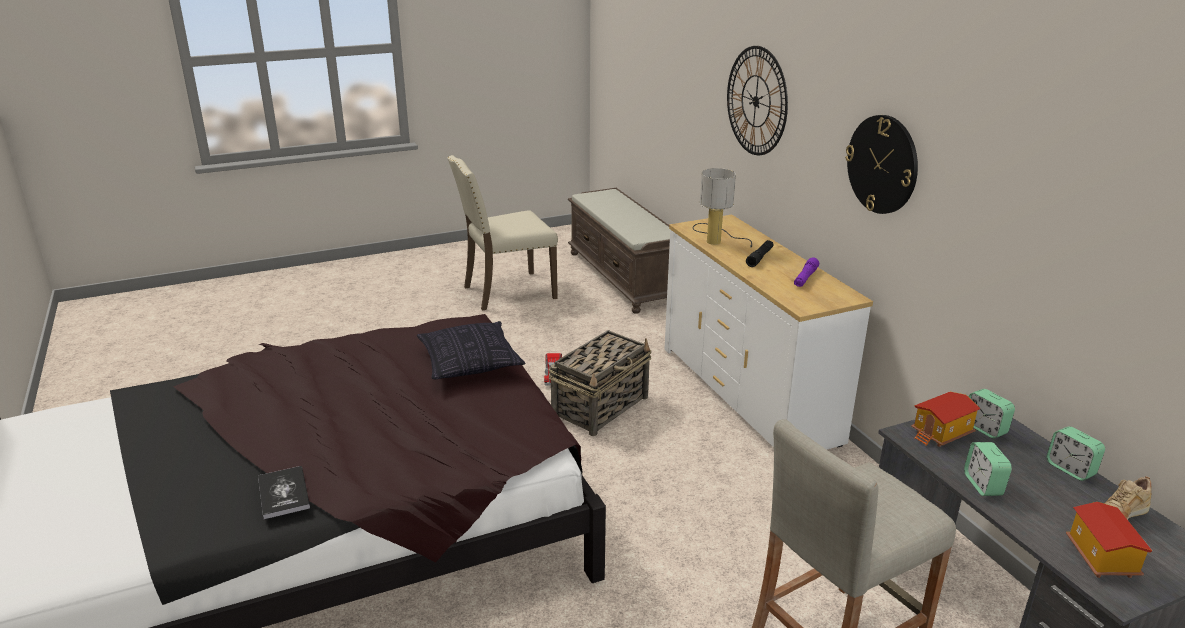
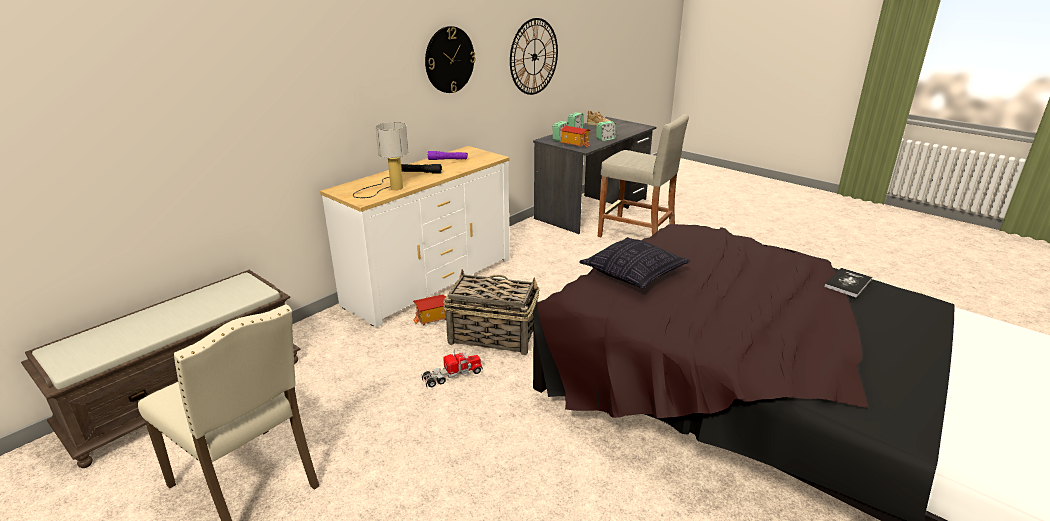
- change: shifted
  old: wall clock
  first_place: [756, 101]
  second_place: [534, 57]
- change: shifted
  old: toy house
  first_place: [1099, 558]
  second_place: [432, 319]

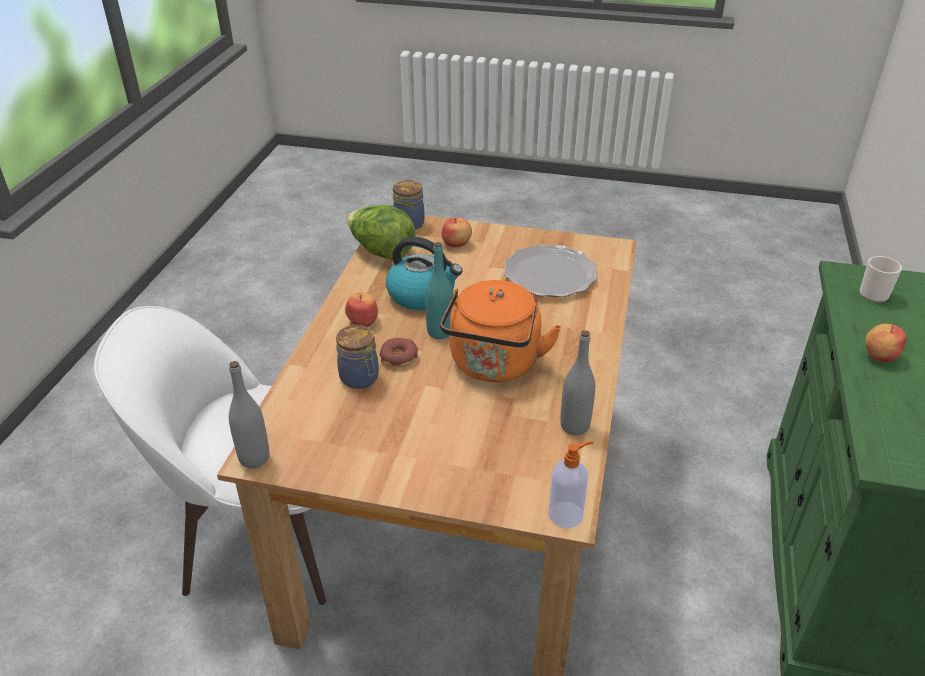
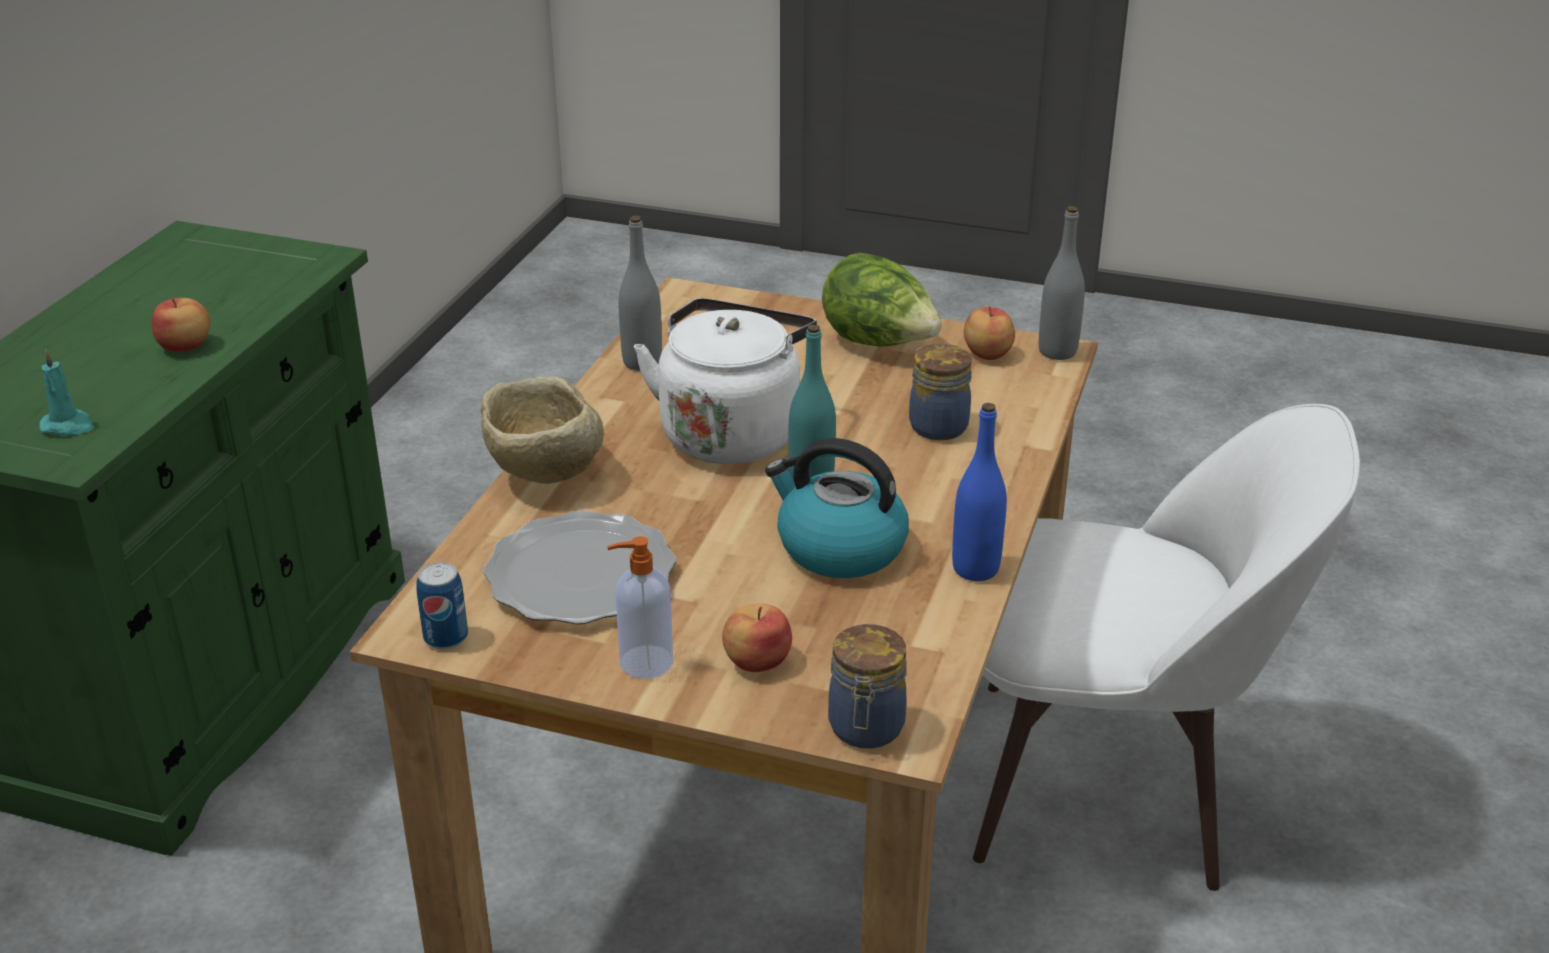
- change: shifted
  old: apple
  first_place: [363, 321]
  second_place: [986, 354]
- change: shifted
  old: lettuce
  first_place: [381, 252]
  second_place: [879, 343]
- change: gone
  old: donut
  first_place: [399, 357]
- change: repainted
  old: orange kettle
  new: white kettle
  first_place: [494, 365]
  second_place: [731, 432]
- change: shifted
  old: soap dispenser
  first_place: [567, 514]
  second_place: [644, 663]
- change: swapped
  old: mug
  new: turquoise candle
  first_place: [873, 292]
  second_place: [68, 426]
- change: new
  new: can
  second_place: [446, 637]
- change: new
  new: beige bowl
  second_place: [544, 474]
- change: new
  new: blue bottle
  second_place: [975, 569]

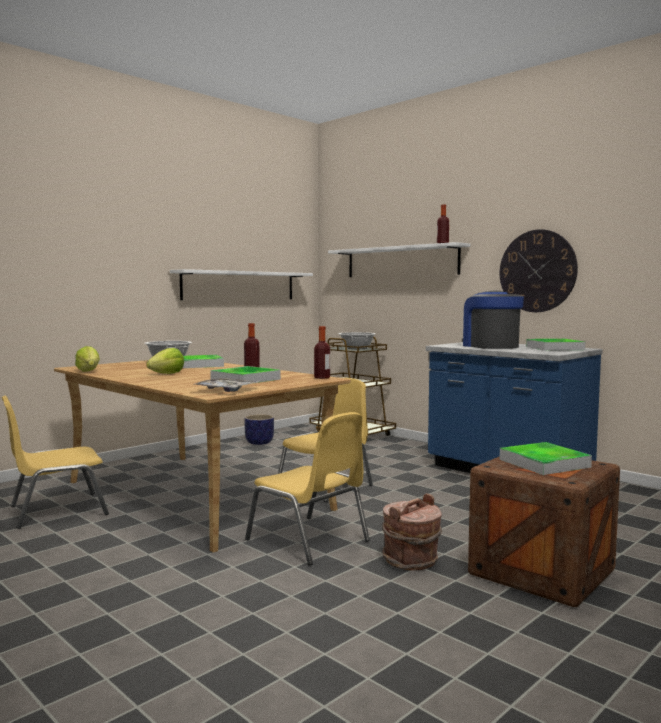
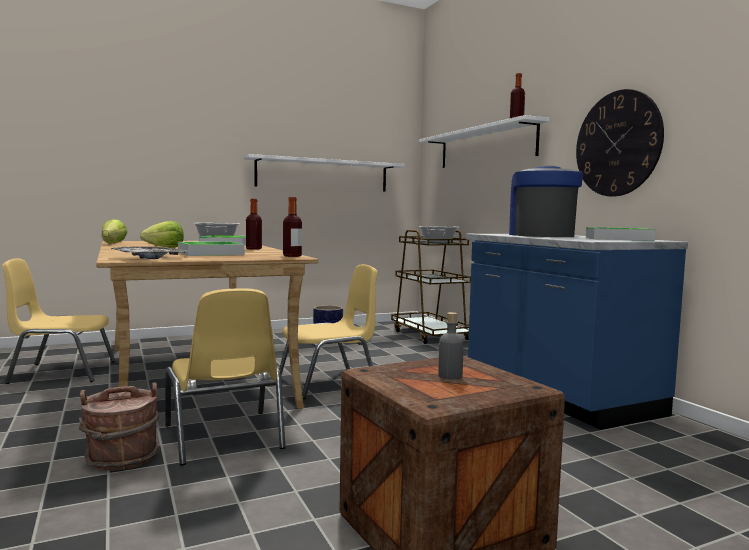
- change: shifted
  old: brown bucket
  first_place: [411, 560]
  second_place: [121, 458]
- change: swapped
  old: tray
  new: grey bottle
  first_place: [544, 463]
  second_place: [450, 376]

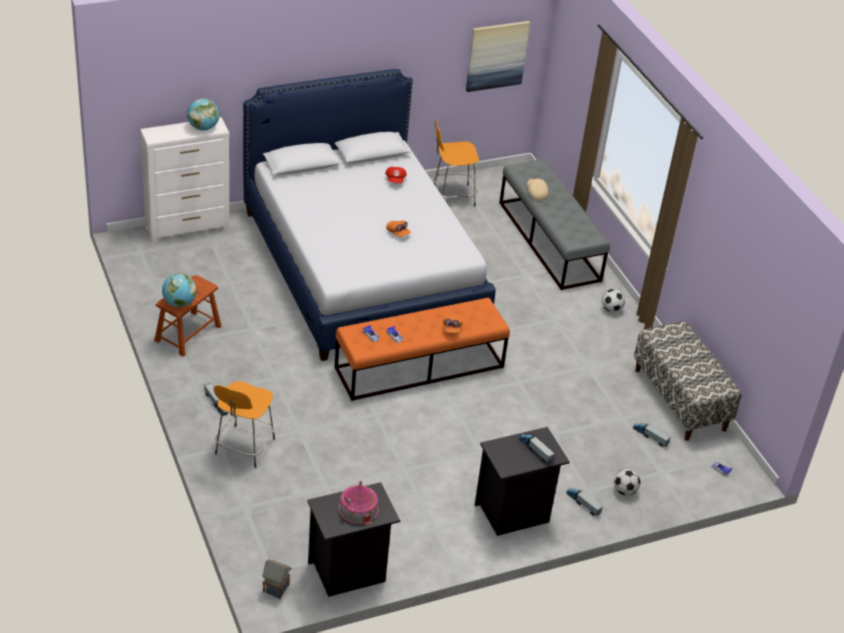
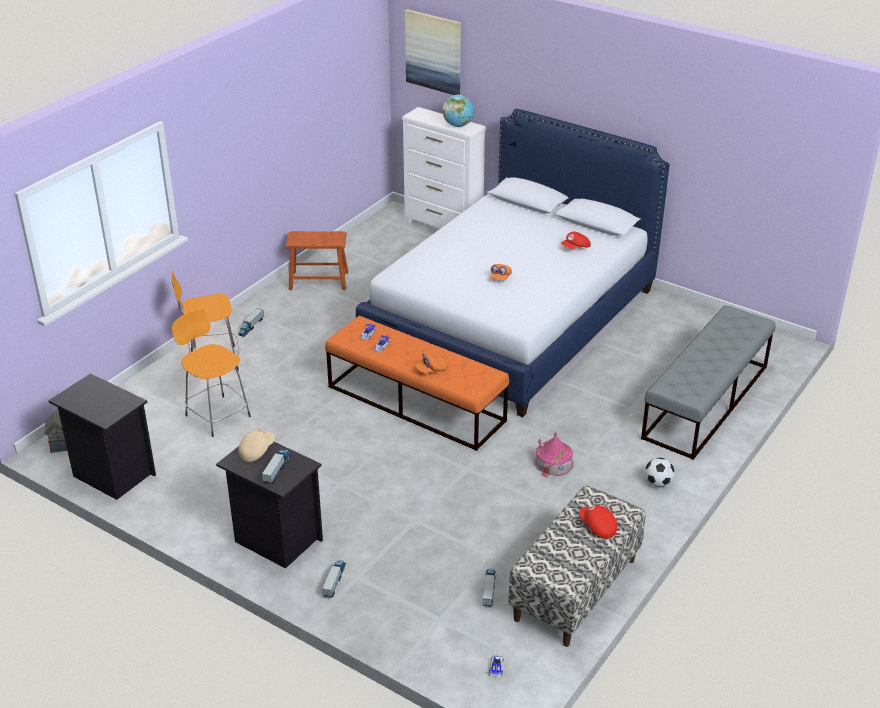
- change: gone
  old: globe
  first_place: [179, 303]
- change: shifted
  old: toy house
  first_place: [358, 508]
  second_place: [553, 463]
- change: shifted
  old: orange stool
  first_place: [452, 196]
  second_place: [216, 415]
- change: shifted
  old: picture
  first_place: [496, 55]
  second_place: [434, 52]
- change: shifted
  old: beige cap
  first_place: [536, 193]
  second_place: [256, 450]
- change: gone
  old: football
  first_place: [624, 491]
- change: new
  new: red cap
  second_place: [597, 527]

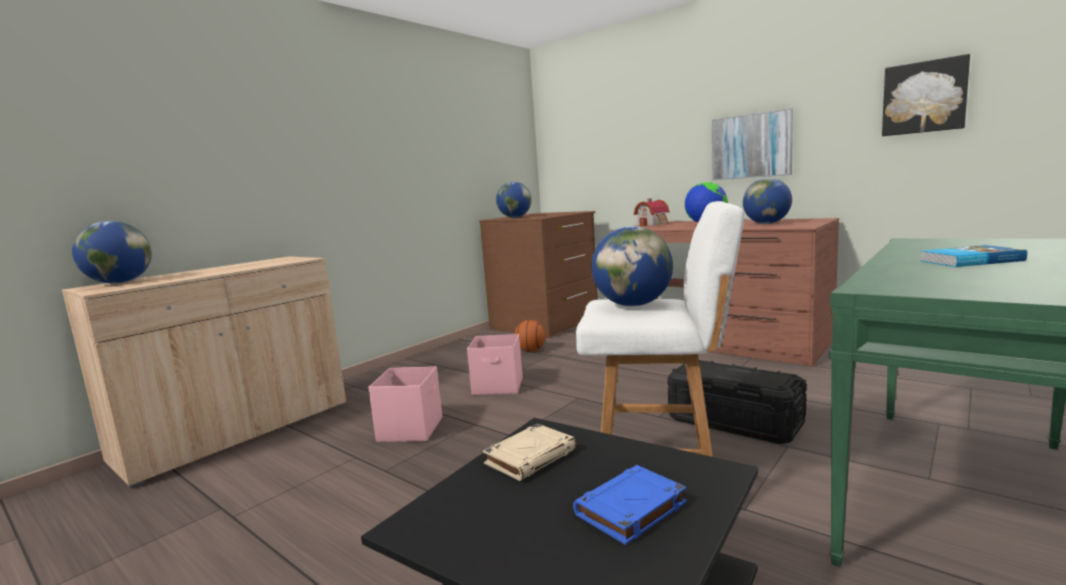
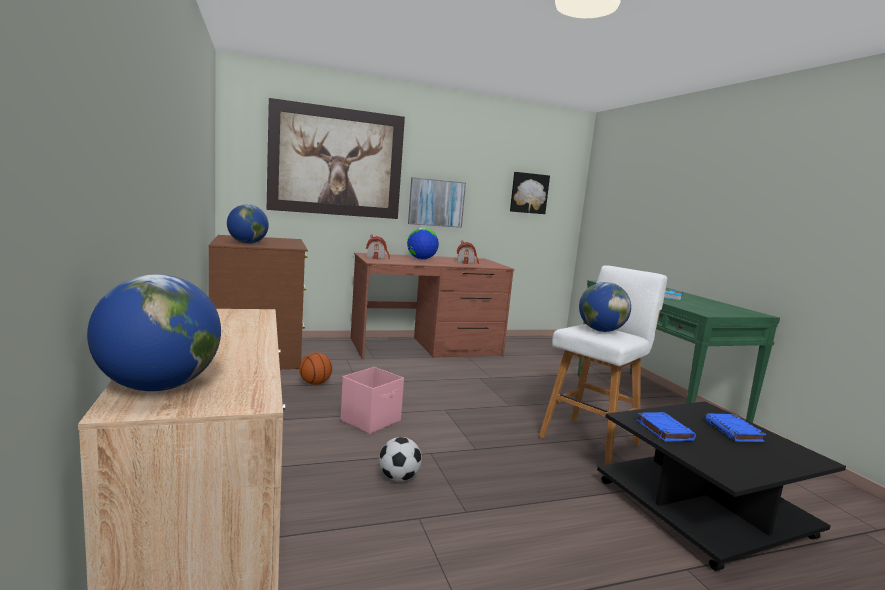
- change: swapped
  old: pink storage box
  new: football
  first_place: [411, 429]
  second_place: [398, 478]
- change: repainted
  old: beige book
  new: blue book
  first_place: [531, 456]
  second_place: [663, 430]
- change: gone
  old: black storage box
  first_place: [734, 421]
- change: swapped
  old: globe
  new: toy house
  first_place: [766, 223]
  second_place: [467, 262]
- change: new
  new: picture
  second_place: [336, 162]

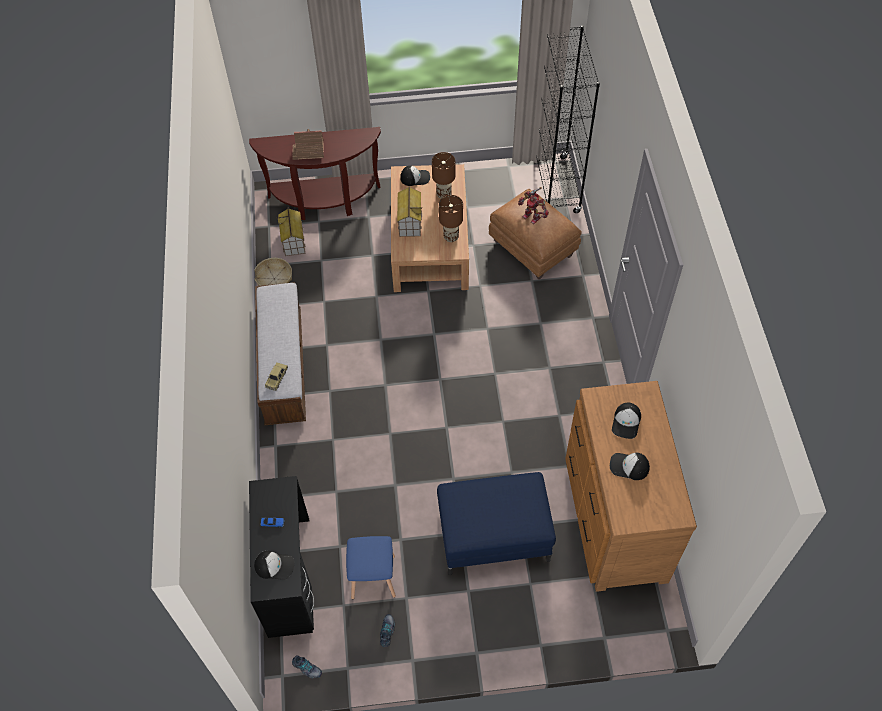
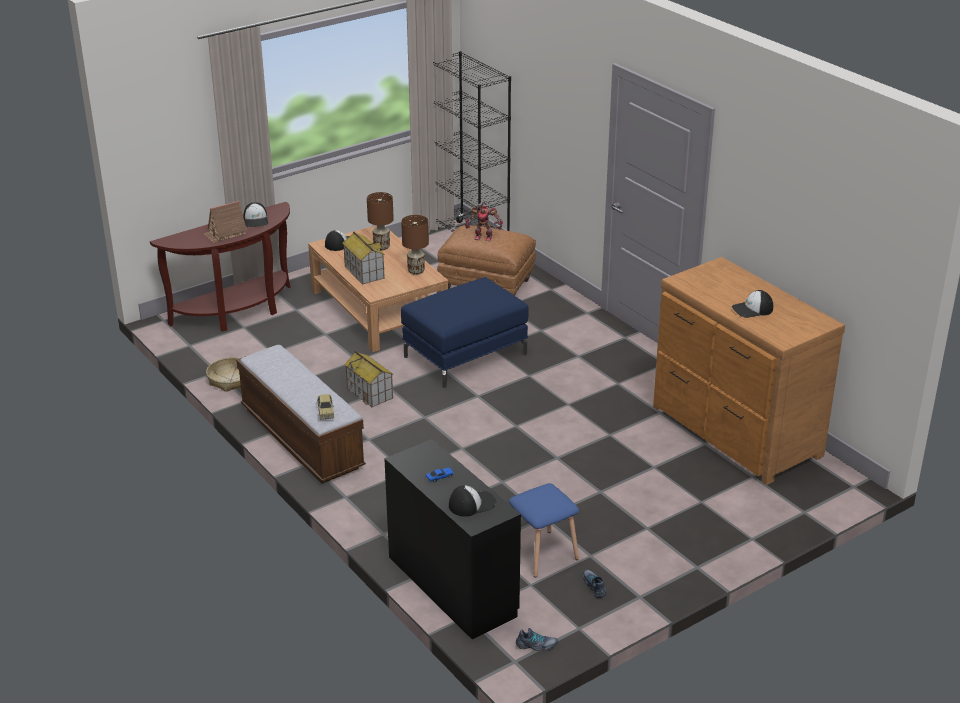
- change: shifted
  old: toy house
  first_place: [294, 241]
  second_place: [370, 393]
- change: shifted
  old: blue ottoman
  first_place: [493, 535]
  second_place: [465, 356]
- change: shifted
  old: cap
  first_place: [626, 422]
  second_place: [256, 220]

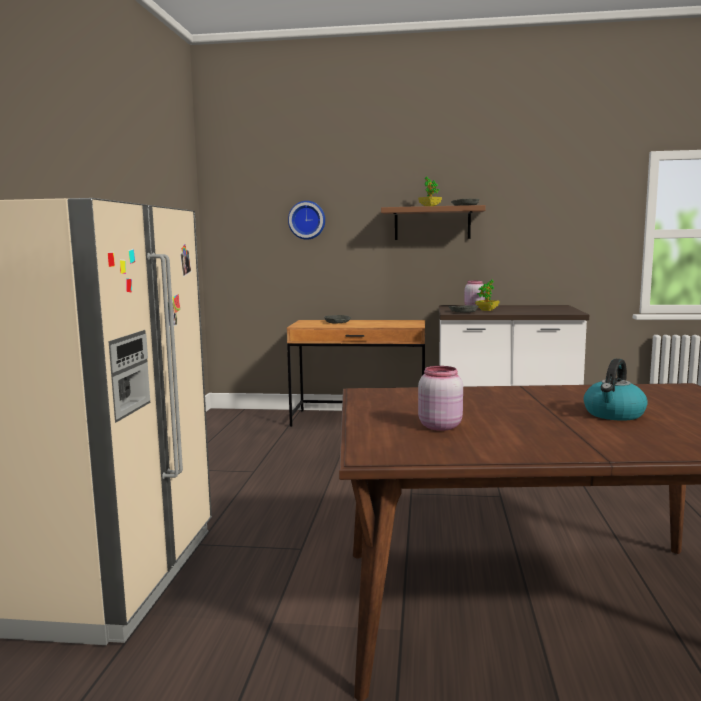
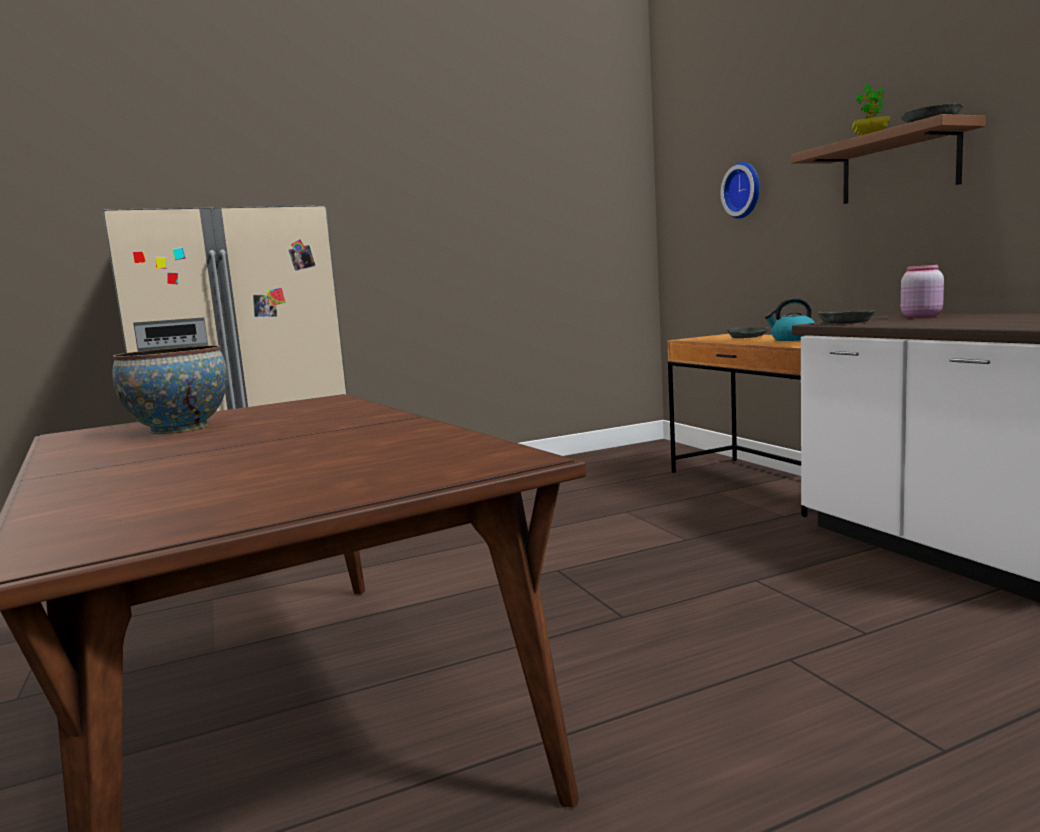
- change: swapped
  old: pink jar
  new: bowl
  first_place: [439, 426]
  second_place: [179, 429]
- change: gone
  old: potted plant
  first_place: [487, 310]
- change: shifted
  old: kettle
  first_place: [614, 414]
  second_place: [792, 339]

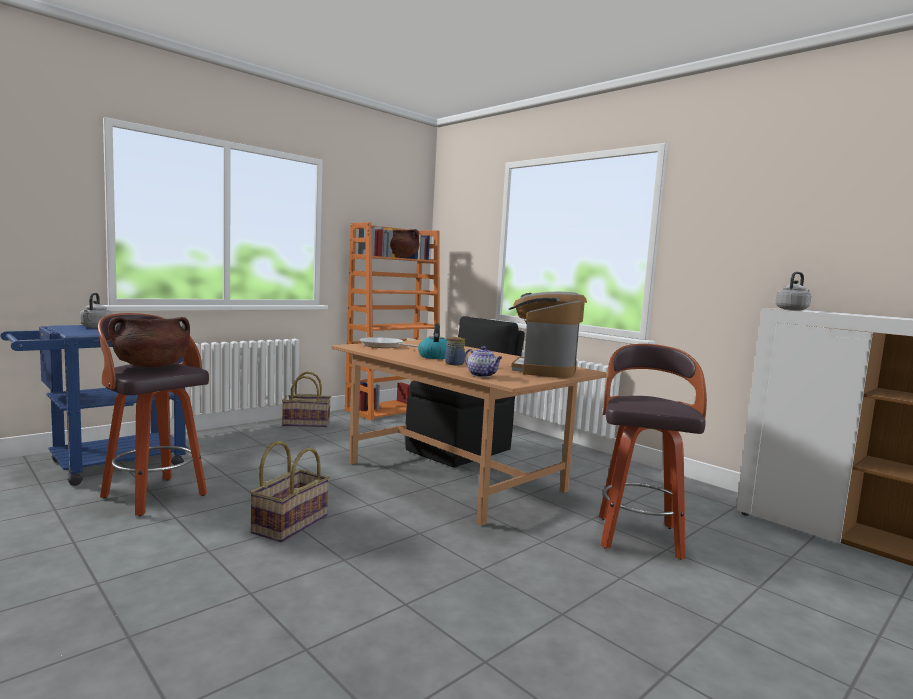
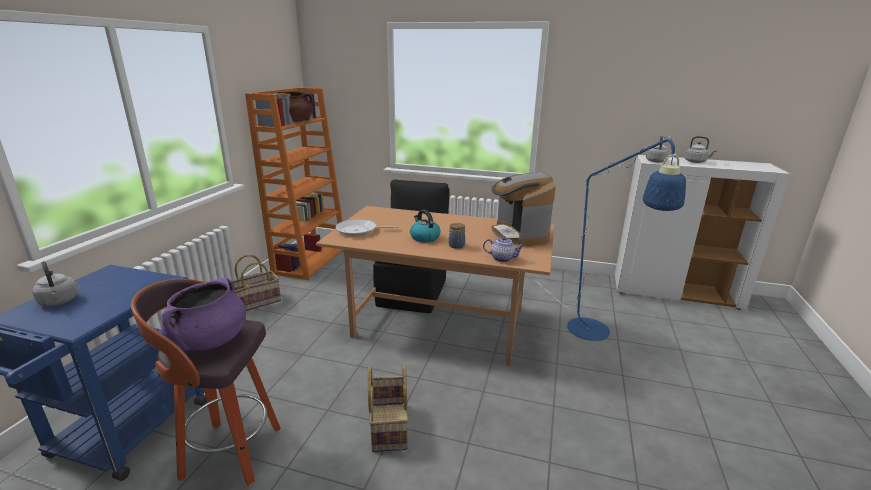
- change: repainted
  old: brown cooking pot
  new: purple cooking pot
  first_place: [151, 366]
  second_place: [210, 341]
- change: swapped
  old: stool
  new: blue floor lamp
  first_place: [638, 536]
  second_place: [595, 335]
- change: new
  new: grey kettle
  second_place: [696, 162]

